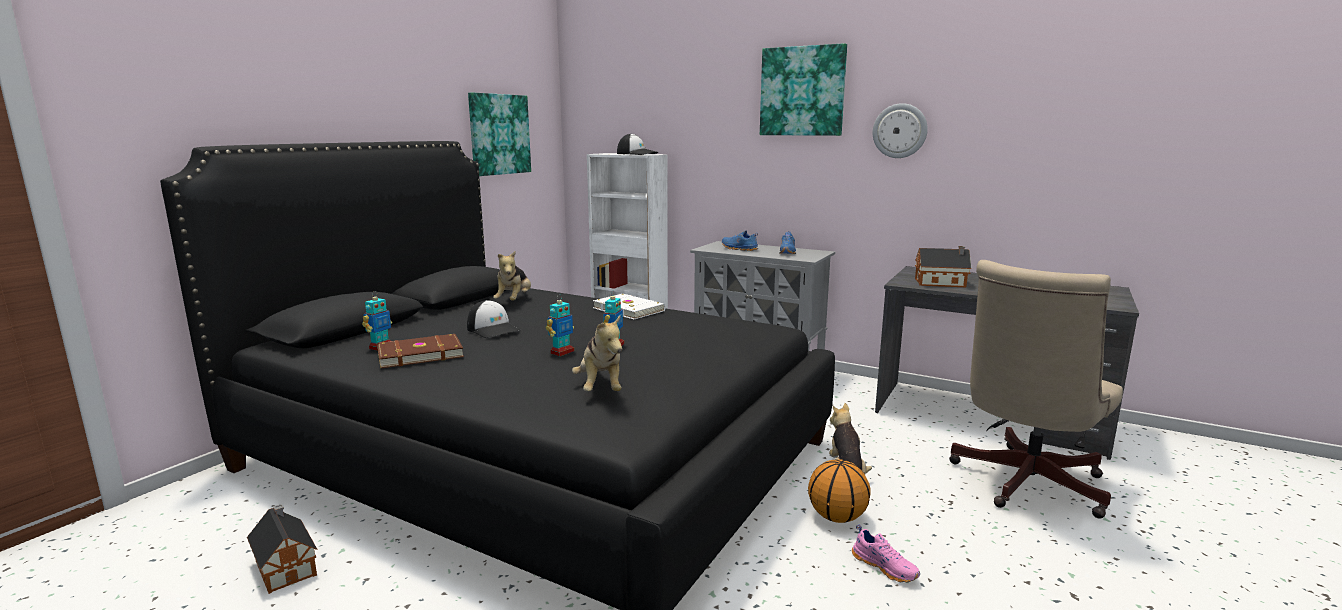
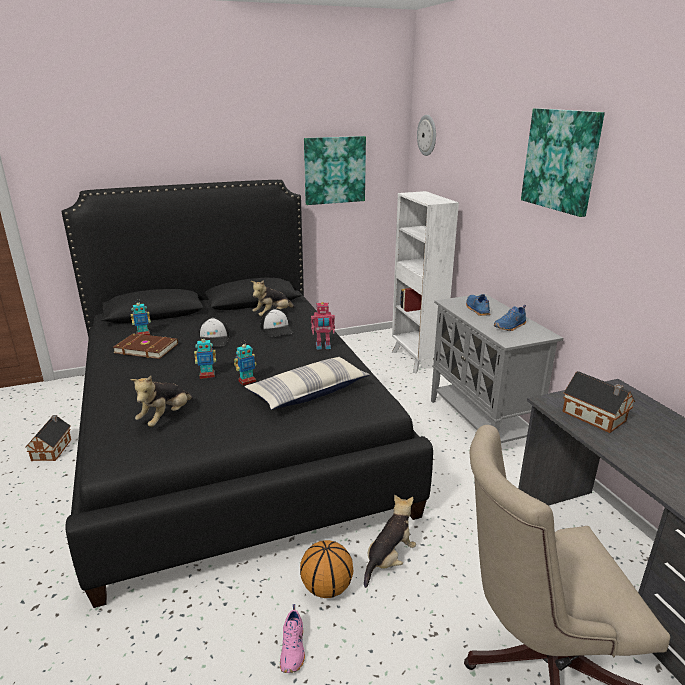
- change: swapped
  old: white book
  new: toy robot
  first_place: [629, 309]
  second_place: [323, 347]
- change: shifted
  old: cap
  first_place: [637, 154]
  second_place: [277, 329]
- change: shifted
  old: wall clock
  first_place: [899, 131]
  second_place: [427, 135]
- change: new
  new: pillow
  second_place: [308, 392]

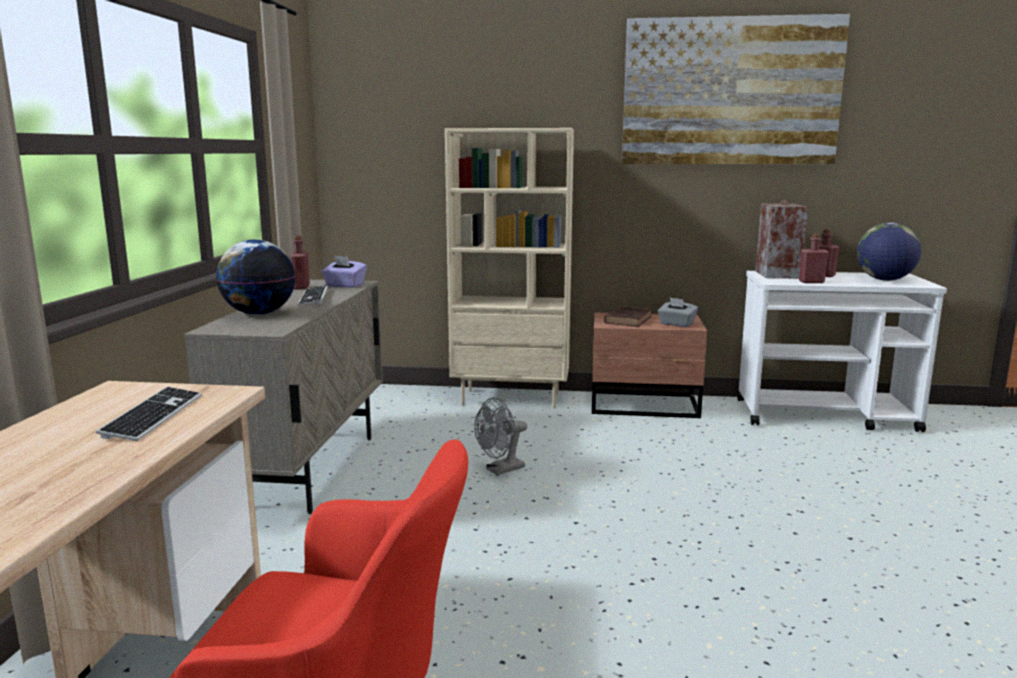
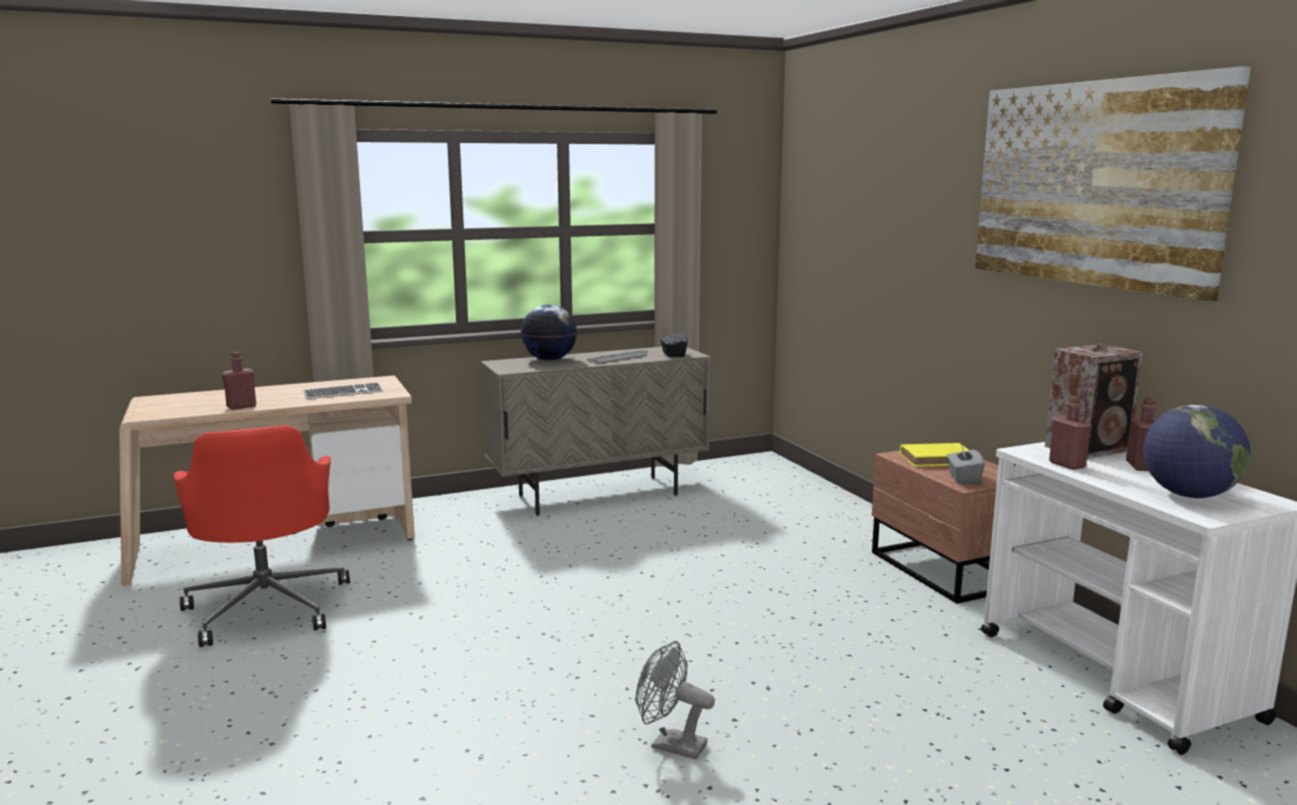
- change: shifted
  old: red bottle
  first_place: [301, 287]
  second_place: [241, 407]
- change: repainted
  old: purple tissue box
  new: black tissue box
  first_place: [344, 285]
  second_place: [673, 354]
- change: gone
  old: beige bookcase
  first_place: [511, 398]
- change: shifted
  old: grey fan
  first_place: [500, 470]
  second_place: [670, 745]
- change: repainted
  old: brown book
  new: yellow book
  first_place: [628, 320]
  second_place: [938, 459]

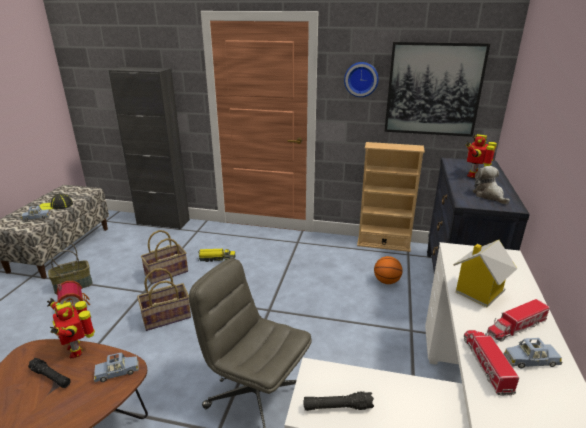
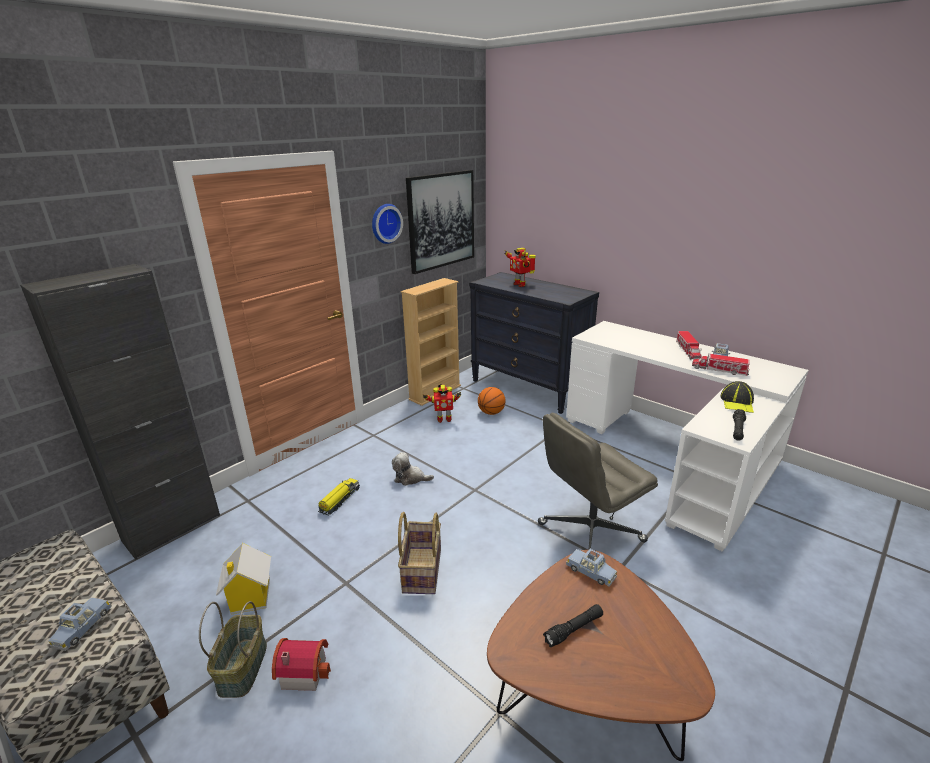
- change: shifted
  old: cap
  first_place: [57, 206]
  second_place: [737, 402]
- change: shifted
  old: toy robot
  first_place: [77, 349]
  second_place: [443, 419]
- change: rotated
  old: blue toy car
  first_place: [117, 372]
  second_place: [591, 572]
  degrees: 120
- change: gone
  old: basket
  first_place: [166, 273]
- change: shifted
  old: toy house
  first_place: [478, 292]
  second_place: [250, 597]
- change: shifted
  old: plush toy
  first_place: [489, 196]
  second_place: [410, 478]

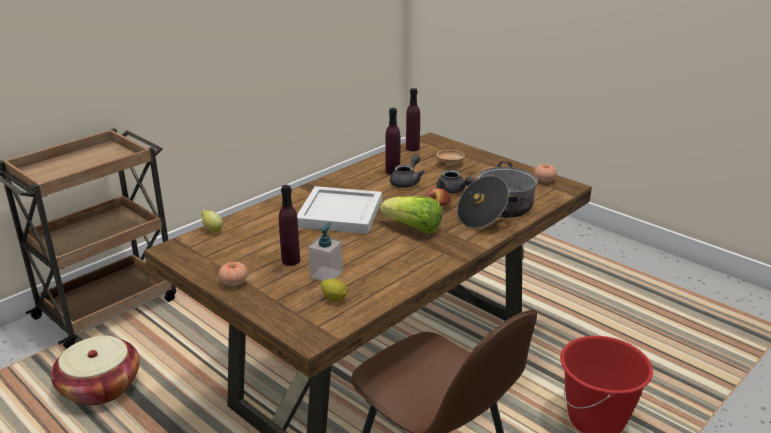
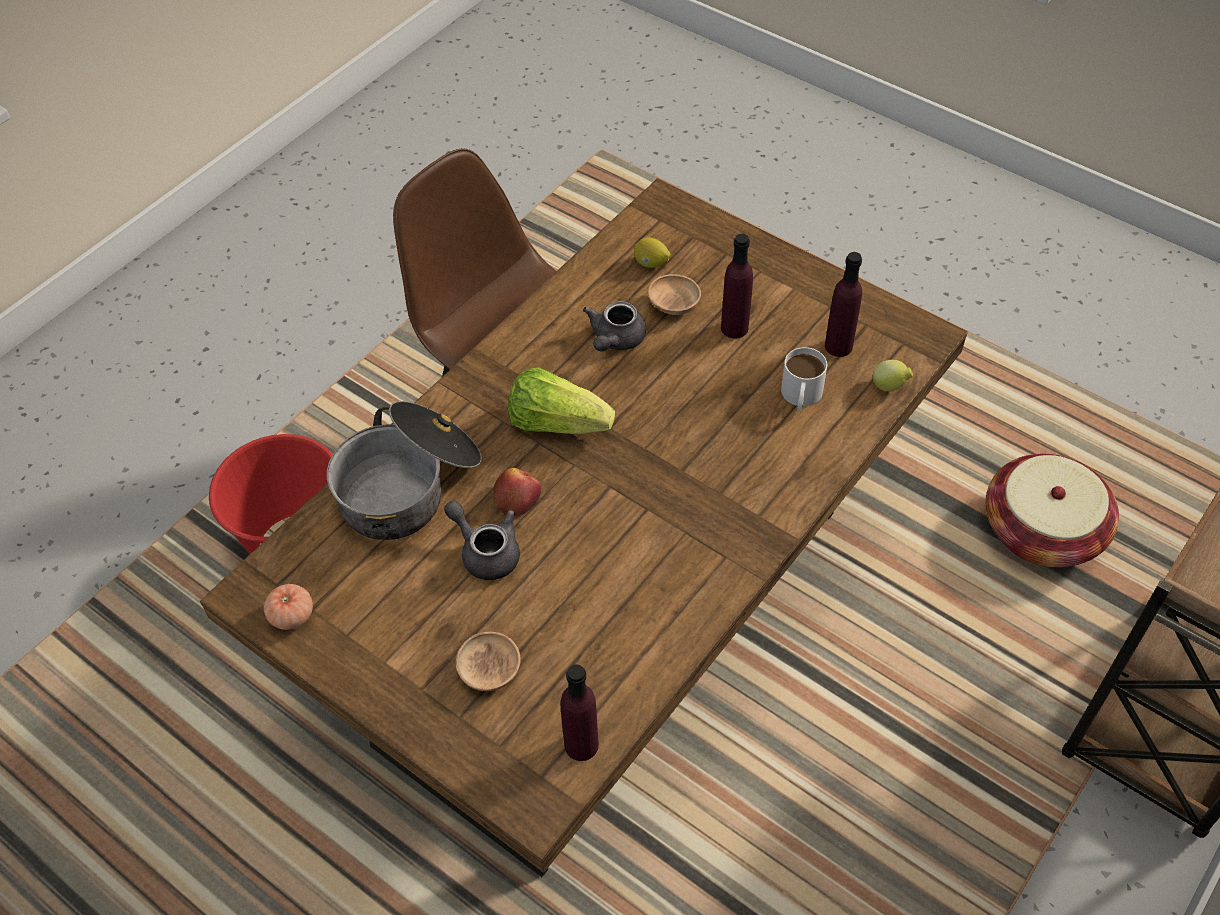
- change: gone
  old: tomato
  first_place: [234, 282]
- change: gone
  old: white tray
  first_place: [338, 214]
- change: swapped
  old: soap dispenser
  new: brown bowl
  first_place: [326, 274]
  second_place: [674, 305]
- change: shifted
  old: purple bottle
  first_place: [392, 171]
  second_place: [838, 346]
- change: shifted
  old: grey teapot
  first_place: [407, 182]
  second_place: [615, 340]
- change: new
  new: white mug
  second_place: [800, 397]

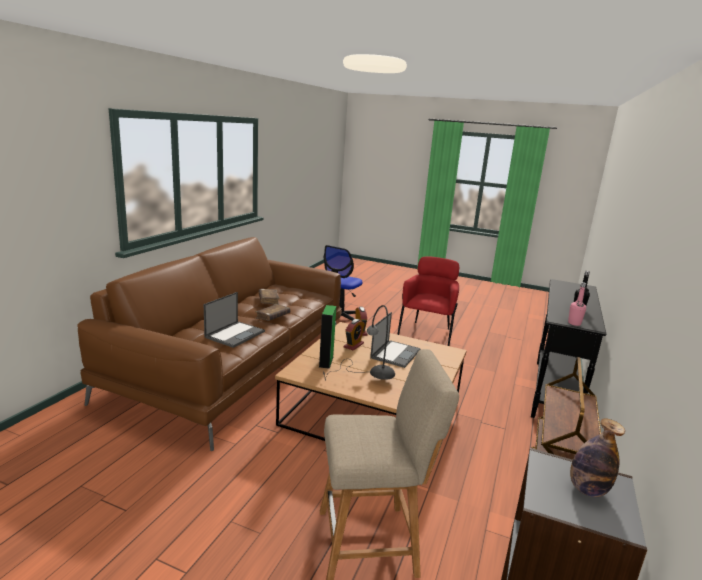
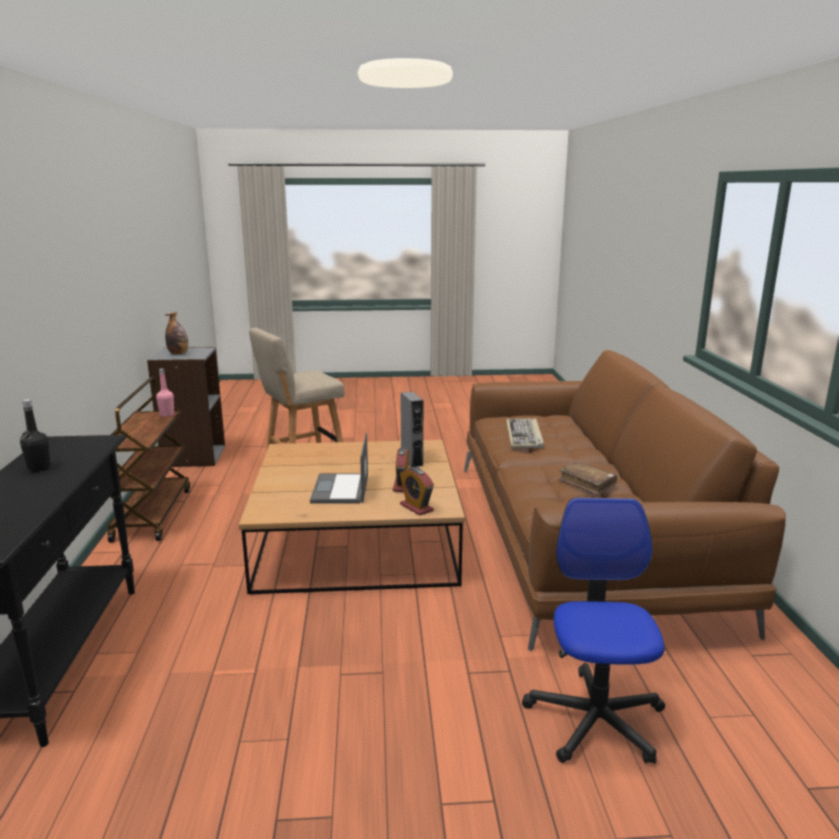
- change: swapped
  old: laptop
  new: keyboard
  first_place: [235, 334]
  second_place: [524, 436]
- change: gone
  old: brown book
  first_place: [272, 317]
- change: repainted
  old: green speaker
  new: grey speaker
  first_place: [326, 361]
  second_place: [411, 461]
- change: gone
  old: grey table lamp
  first_place: [368, 376]
- change: gone
  old: red armchair
  first_place: [427, 333]
- change: shifted
  old: pink bottle
  first_place: [574, 323]
  second_place: [167, 415]

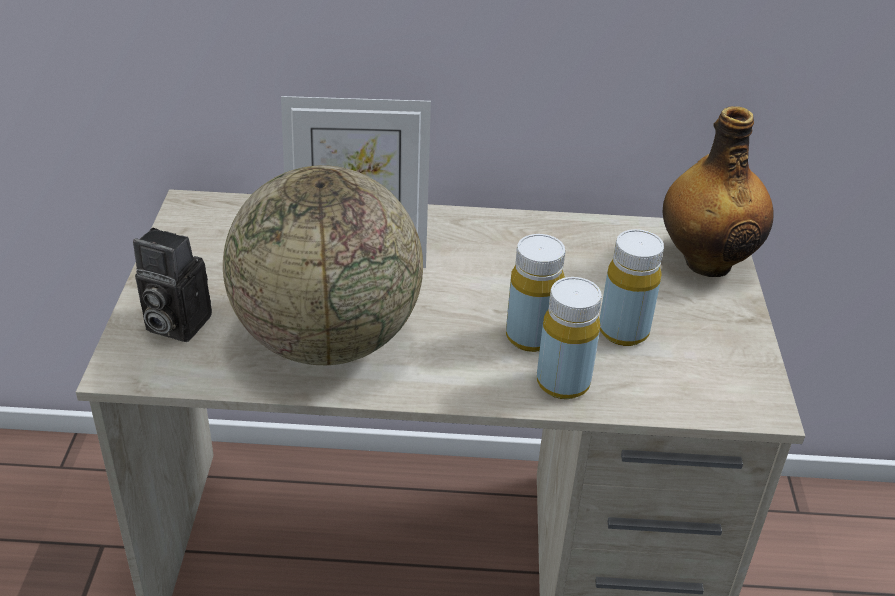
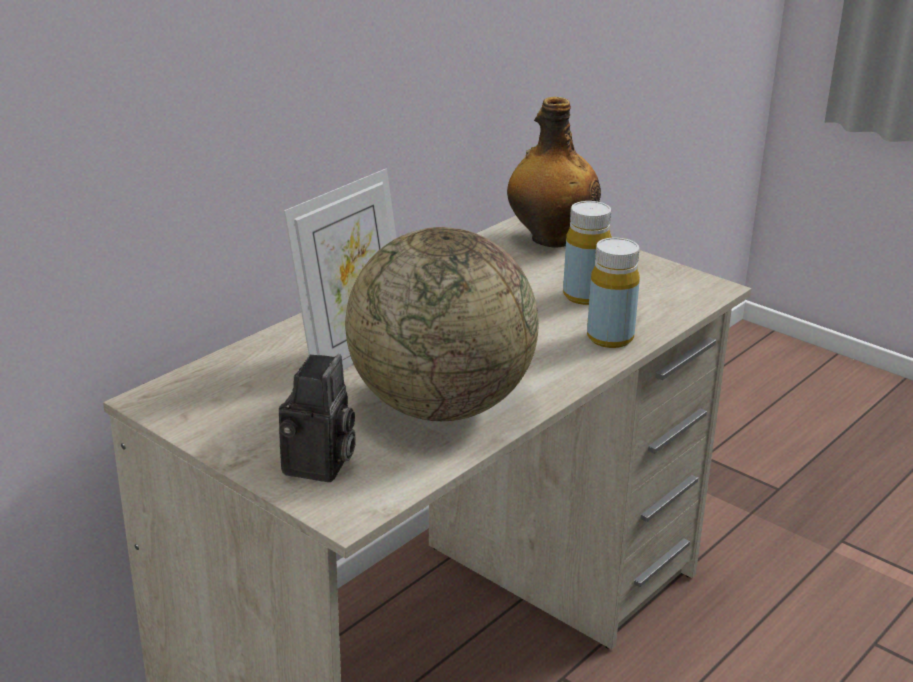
- change: rotated
  old: photo camera
  first_place: [173, 324]
  second_place: [319, 467]
  degrees: -45
- change: gone
  old: yellow bottle
  first_place: [531, 337]

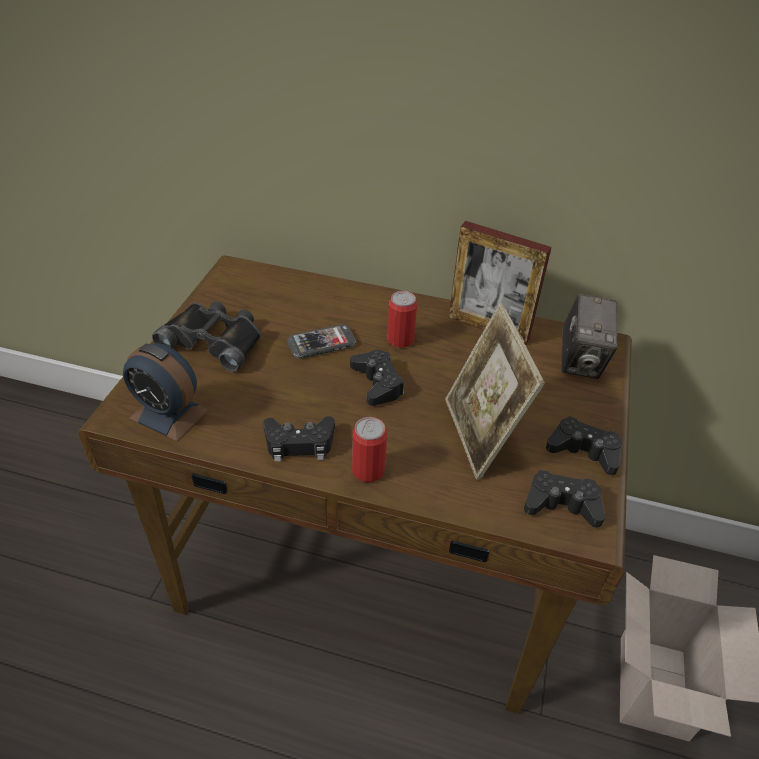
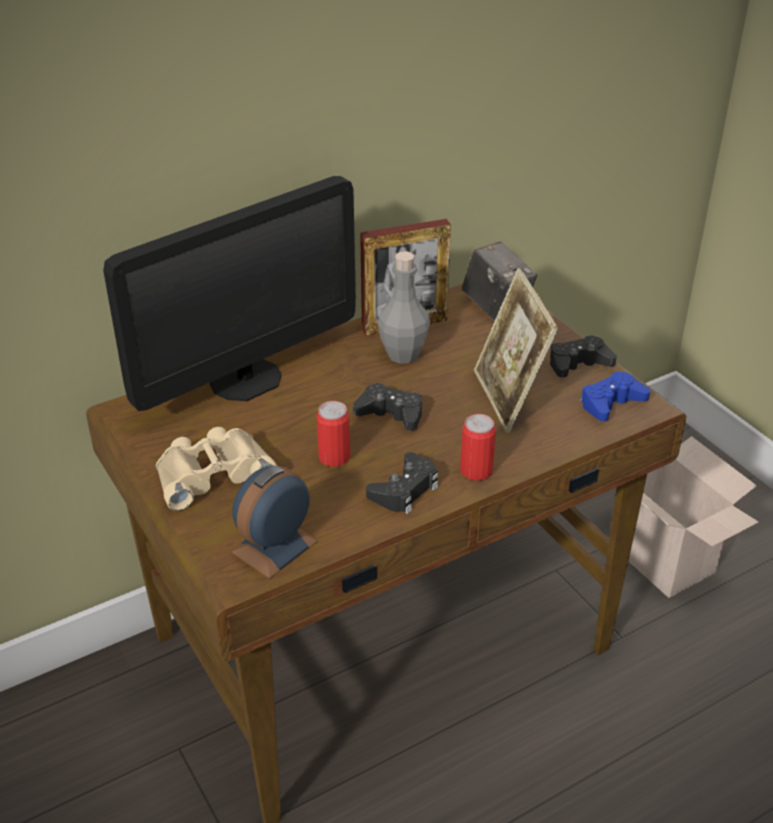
- change: rotated
  old: alarm clock
  first_place: [168, 414]
  second_place: [275, 546]
  degrees: 150
- change: repainted
  old: black binoculars
  new: beige binoculars
  first_place: [214, 340]
  second_place: [212, 473]
- change: gone
  old: phone
  first_place: [321, 343]
- change: shifted
  old: can
  first_place: [400, 339]
  second_place: [334, 457]
- change: rotated
  old: picture frame
  first_place: [480, 436]
  second_place: [509, 398]
  degrees: 45
- change: repainted
  old: black game controller
  new: blue game controller
  first_place: [562, 504]
  second_place: [611, 403]
- change: new
  new: monitor
  second_place: [245, 380]
- change: new
  new: grey bottle
  second_place: [403, 354]

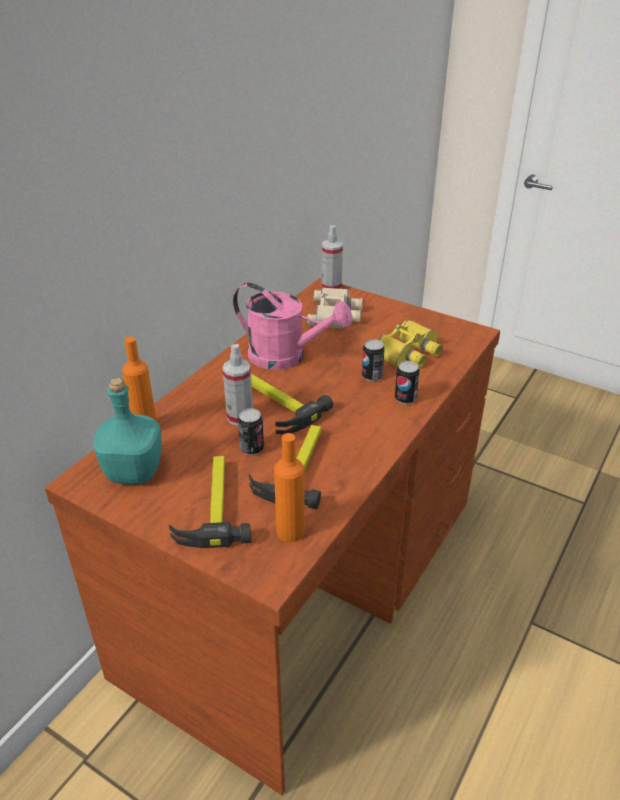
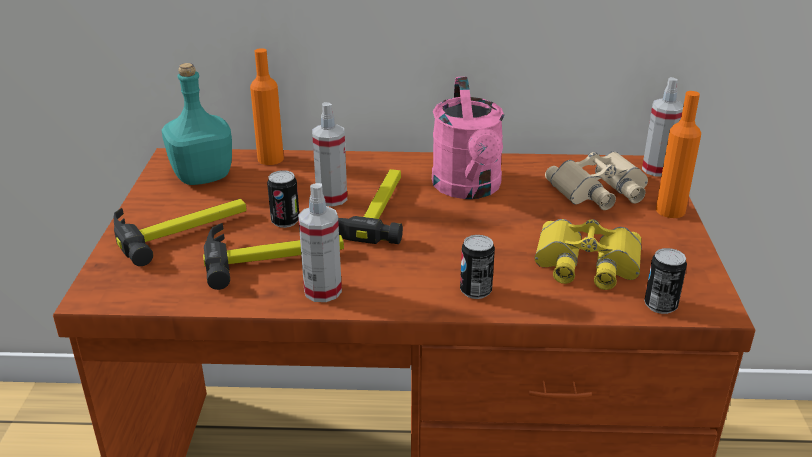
- change: shifted
  old: orange bottle
  first_place: [290, 531]
  second_place: [670, 210]
- change: shifted
  old: can
  first_place: [372, 376]
  second_place: [660, 305]
- change: new
  new: spray bottle
  second_place: [322, 291]

